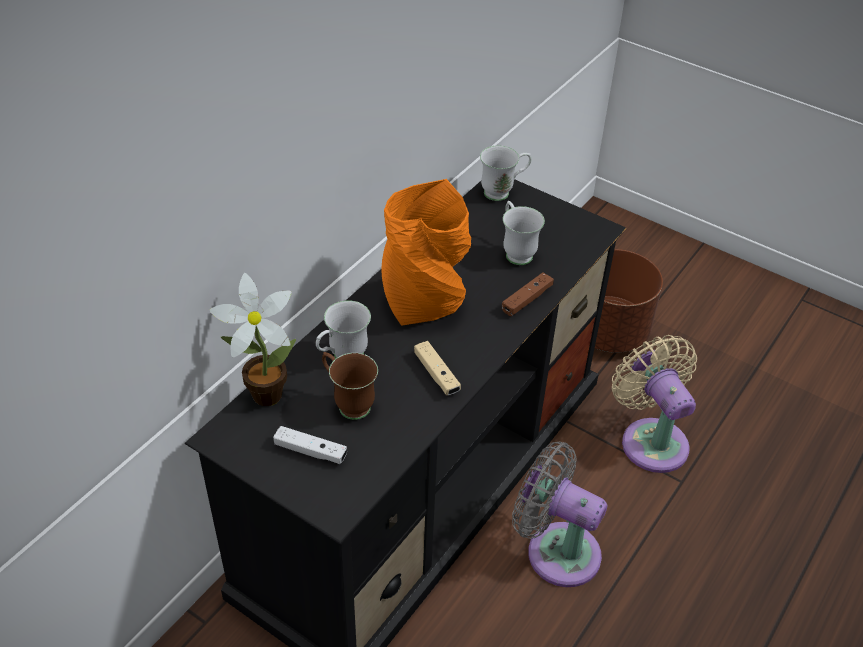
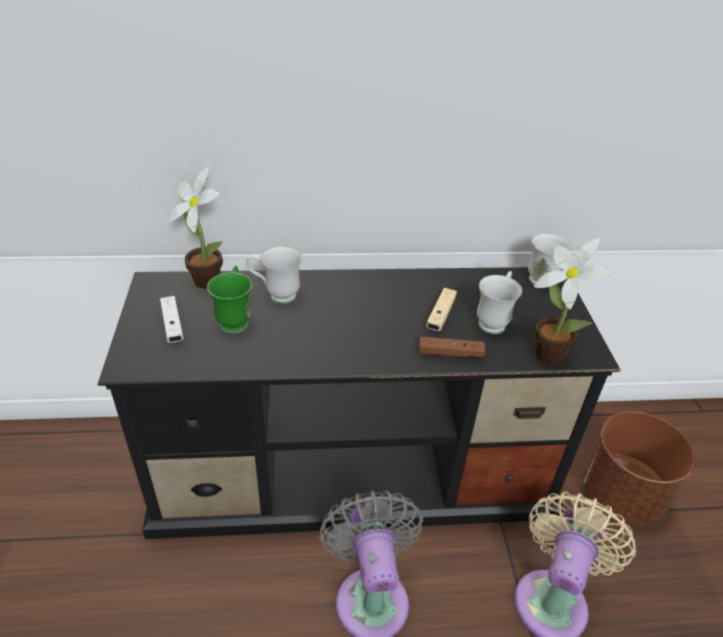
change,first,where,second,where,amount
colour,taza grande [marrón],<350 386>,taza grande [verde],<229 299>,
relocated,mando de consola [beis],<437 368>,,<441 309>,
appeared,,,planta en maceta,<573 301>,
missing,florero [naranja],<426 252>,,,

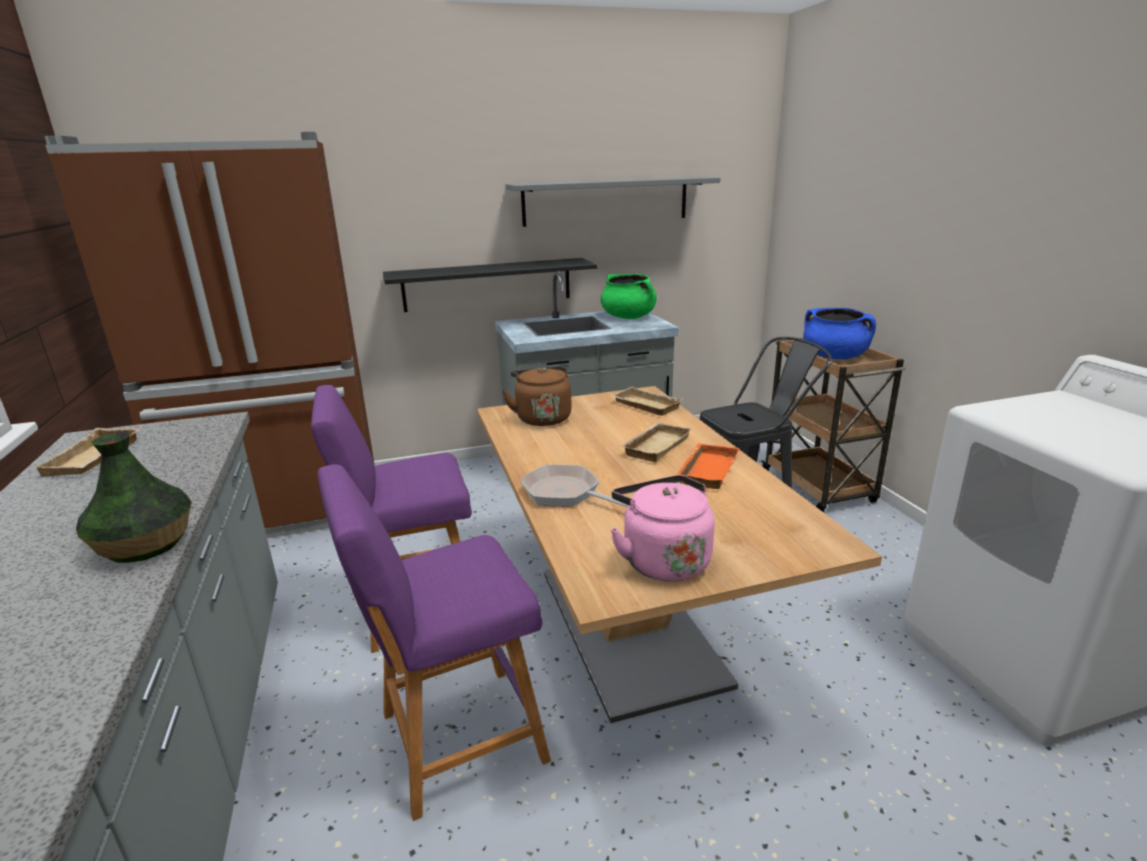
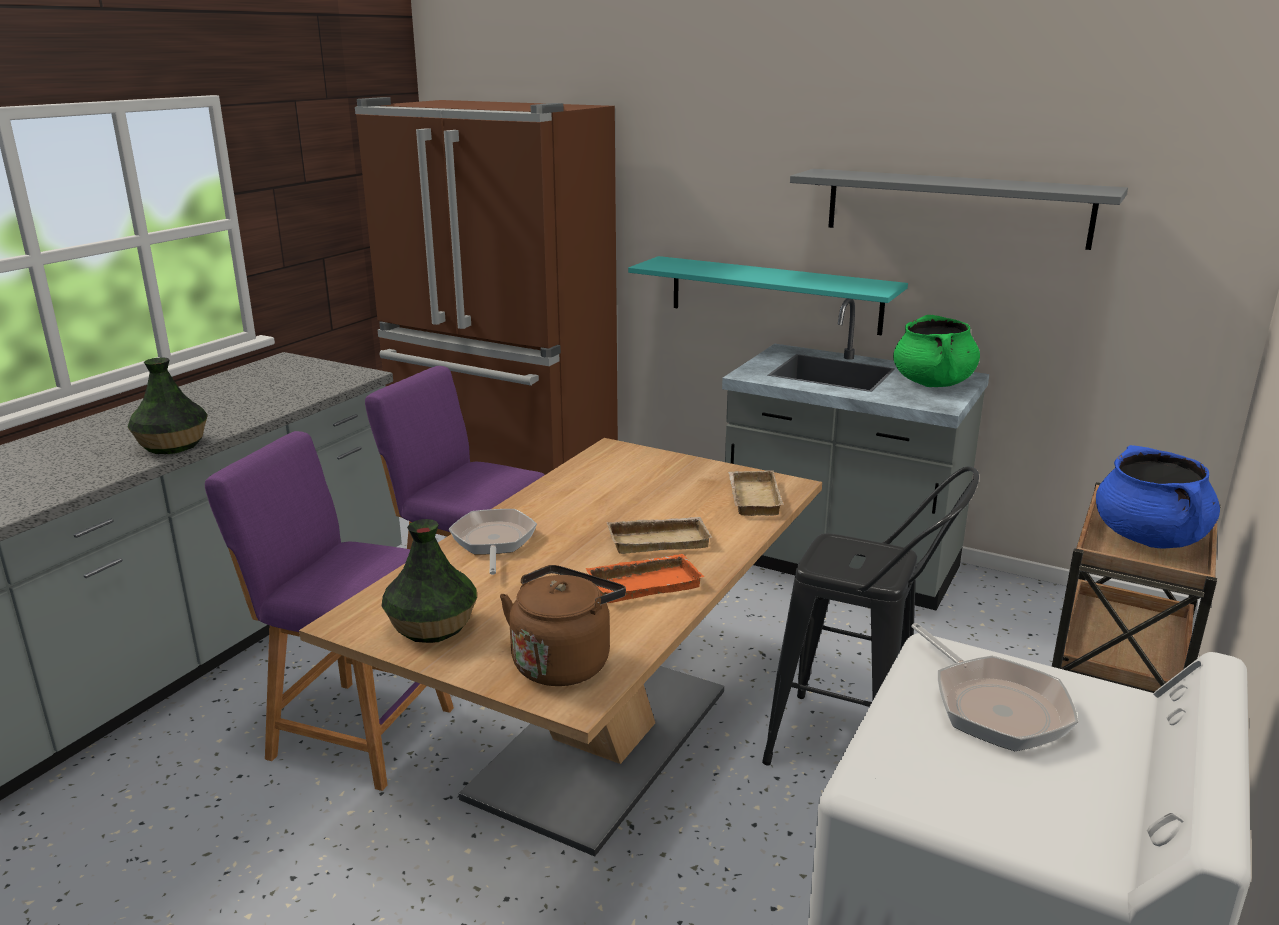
change,first,where,second,where,amount
exchanged,hervidor [rosa],<662 528>,florero,<429 581>,
relocated,hervidor [marrón],<537 396>,,<563 625>,
colour,estante [negro],<490 285>,estante [turquesa],<768 295>,
appeared,,,sartén,<995 687>,
missing,bandeja [beis],<86 452>,,,

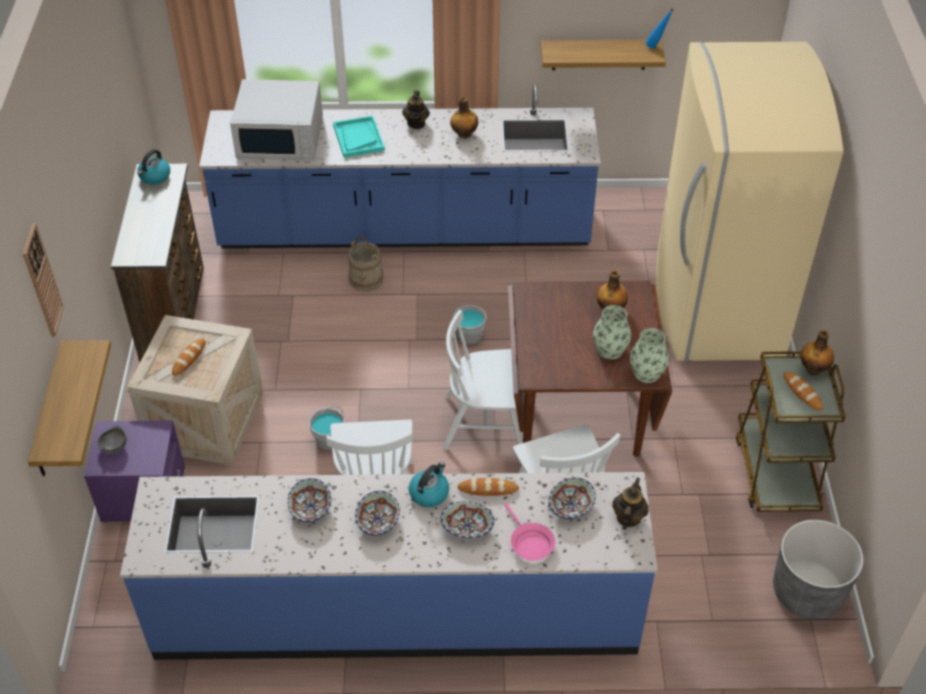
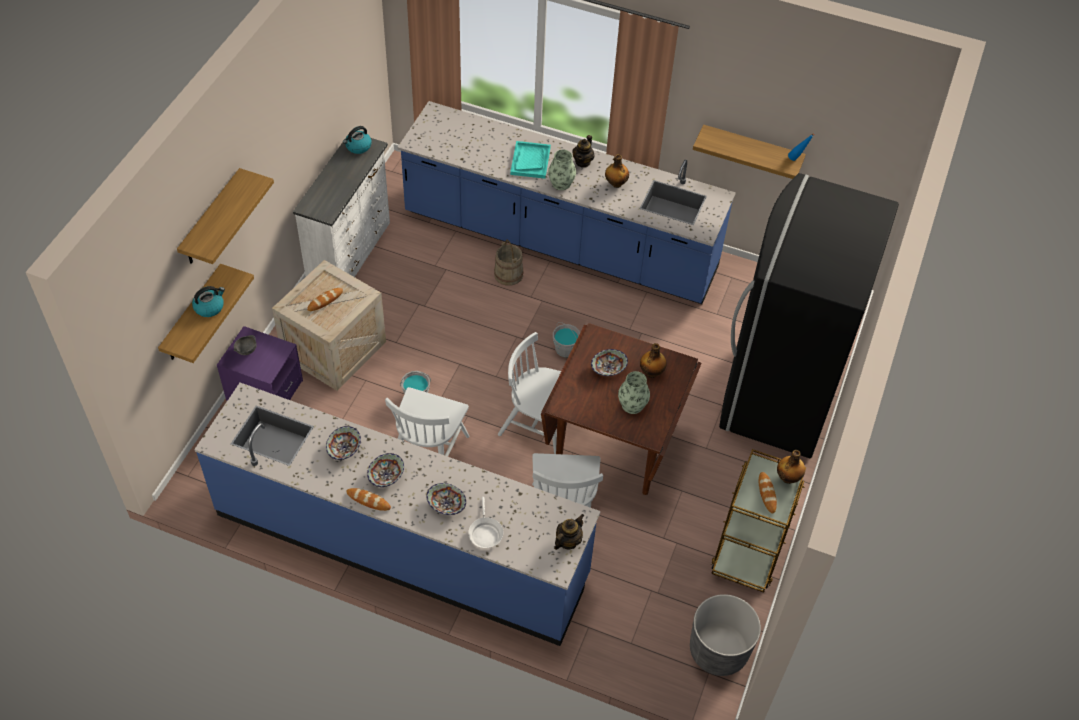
change,first,where,second,where,amount
exchanged,reloj de pared,<43 280>,estante,<225 216>,
relocated,hervidor,<429 484>,,<208 301>,
colour,cómoda [marrón],<157 263>,cómoda [blanco],<341 205>,
relocated,pan,<488 487>,,<368 499>,
colour,sartén [rosa],<529 532>,sartén [blanco],<485 522>,
relocated,florero,<649 355>,,<562 170>,
relocated,cuenco,<572 498>,,<609 362>,
colour,nevera [beis],<750 201>,nevera [negro],<809 315>,
missing,microondas [blanco],<276 119>,,,

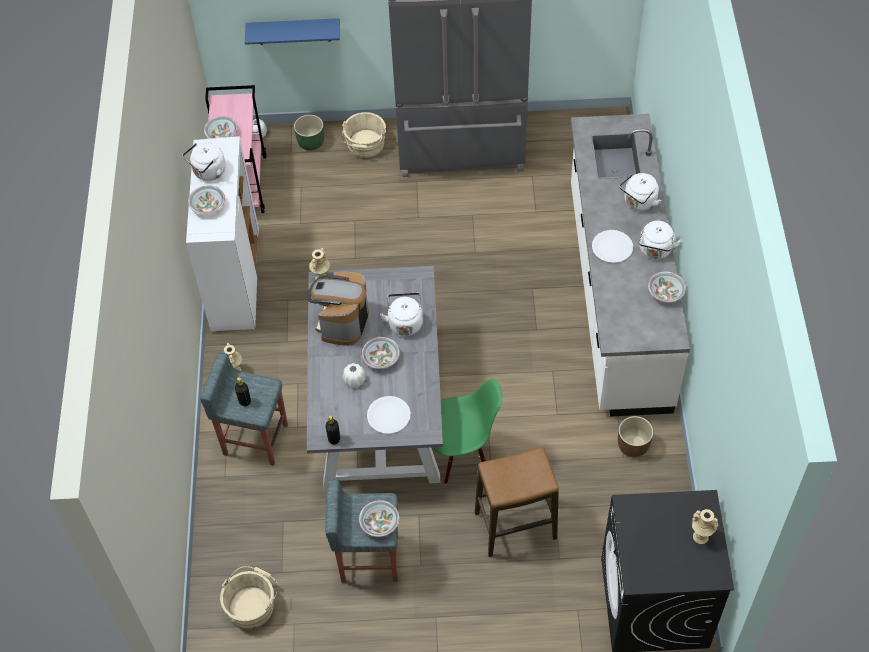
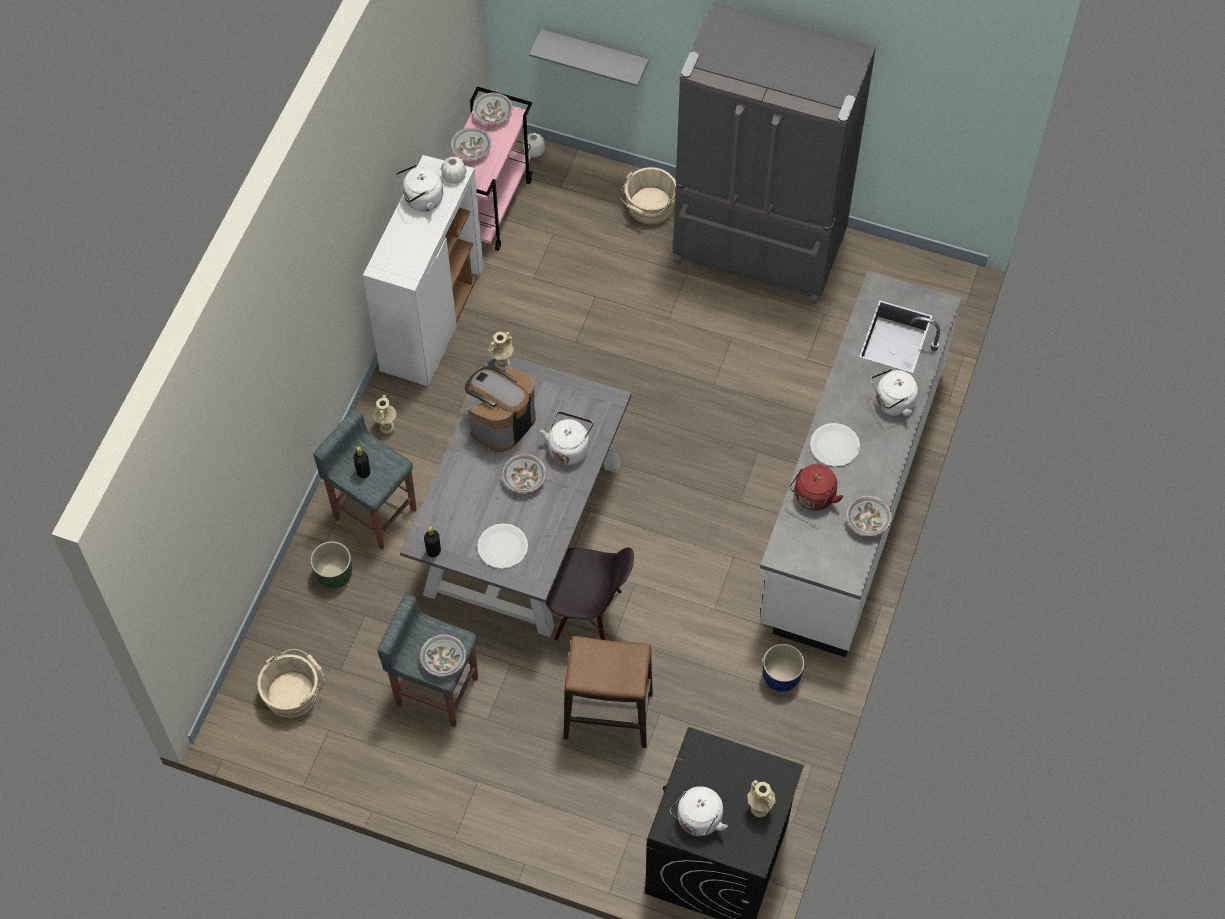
change,first,where,second,where,amount
relocated,maceta [verde],<309 133>,,<331 565>,
relocated,florero [blanco],<354 375>,,<454 170>,
relocated,cuenco,<206 199>,,<493 108>,
colour,estante [azul],<292 31>,estante [gris],<589 57>,
colour,silla [verde],<467 431>,silla [negro],<590 594>,
relocated,hervidor [blanco],<660 240>,,<699 811>,
colour,maceta [marrón],<635 436>,maceta [azul],<784 668>,
appeared,,,hervidor [rojo],<816 487>,

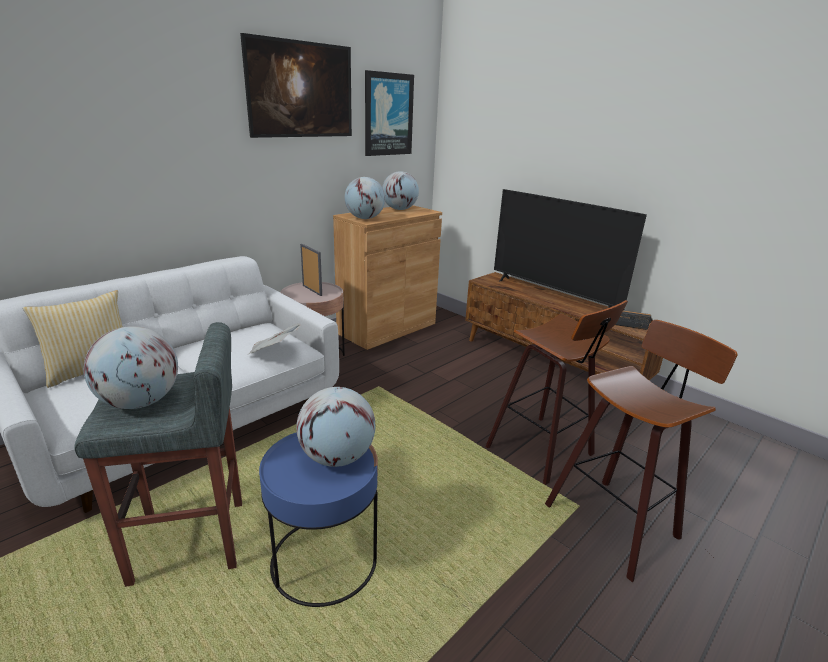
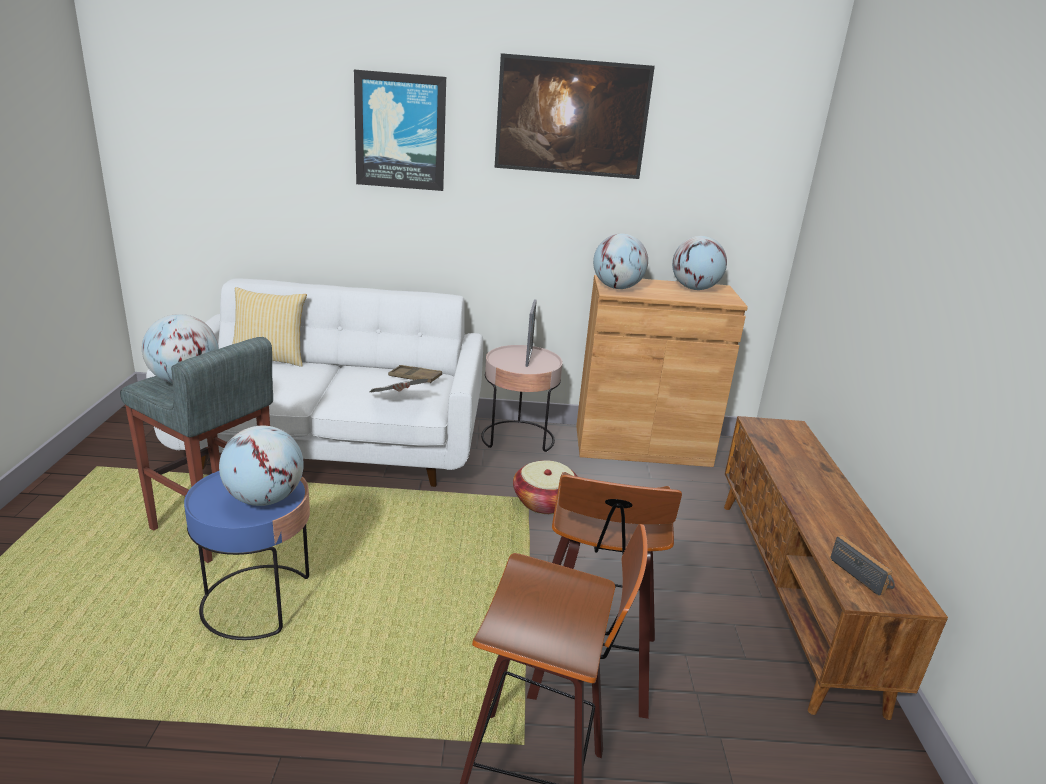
change,first,where,second,where,amount
relocated,cuadro,<389 113>,,<400 130>,
appeared,,,bandeja [marrón],<415 374>,
appeared,,,cesta,<545 487>,
missing,televisor,<570 249>,,,

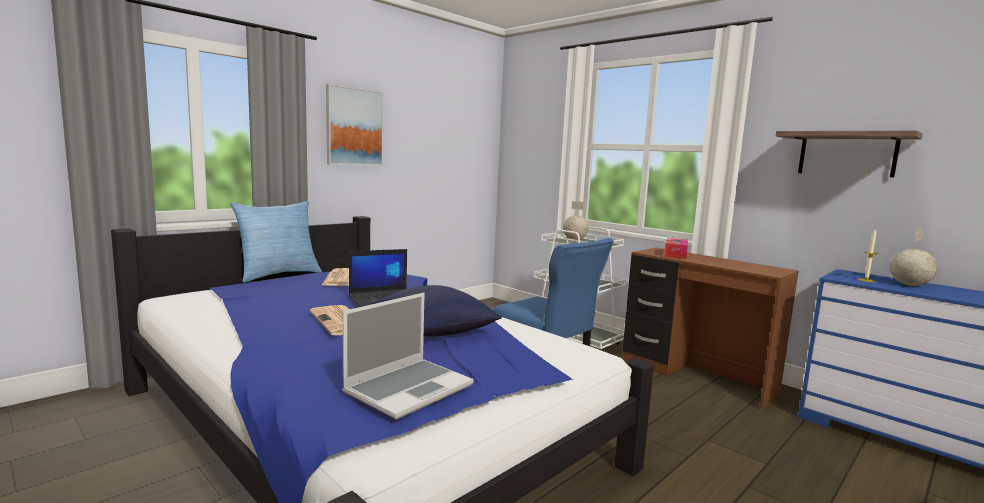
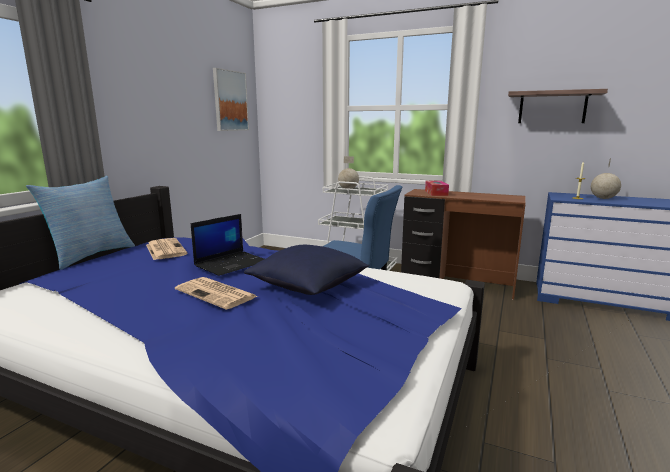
change,first,where,second,where,amount
relocated,cuadro,<355 125>,,<231 99>,
missing,portátil,<408 356>,,,

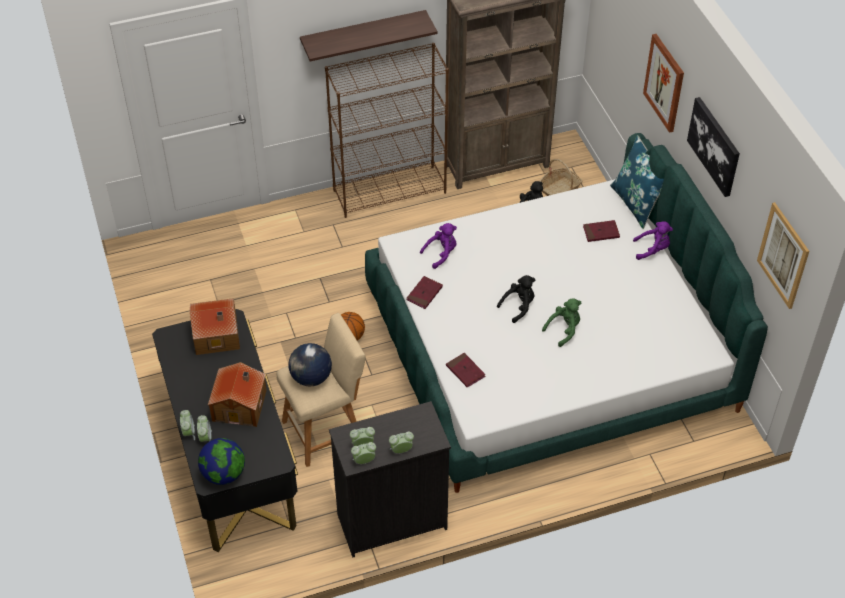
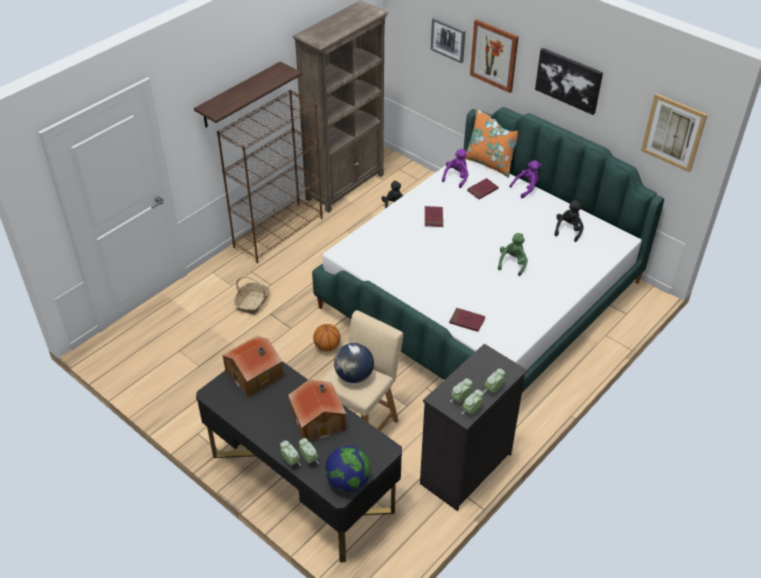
change,first,where,second,where,amount
relocated,cesta,<560 177>,,<251 295>,
relocated,libro [rojo],<425 292>,,<434 216>,
appeared,,,cuadro,<448 40>,
relocated,peluche [morado],<438 246>,,<455 168>,
colour,cojín [azul],<637 182>,cojín [naranja],<491 143>,
relocated,peluche [negro],<516 299>,,<569 221>,

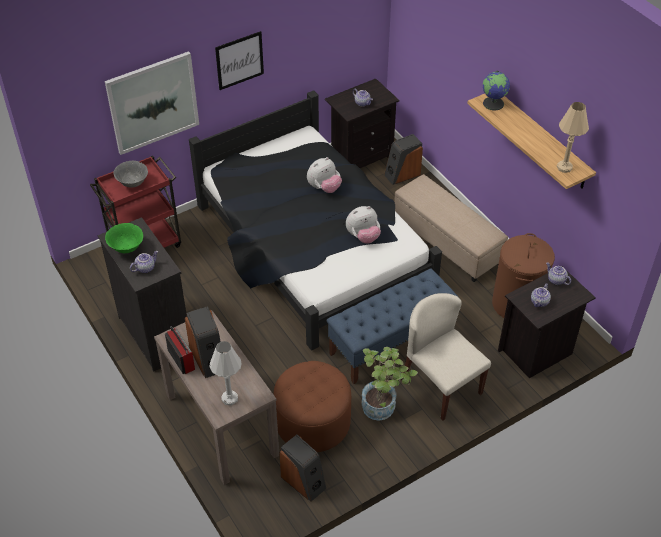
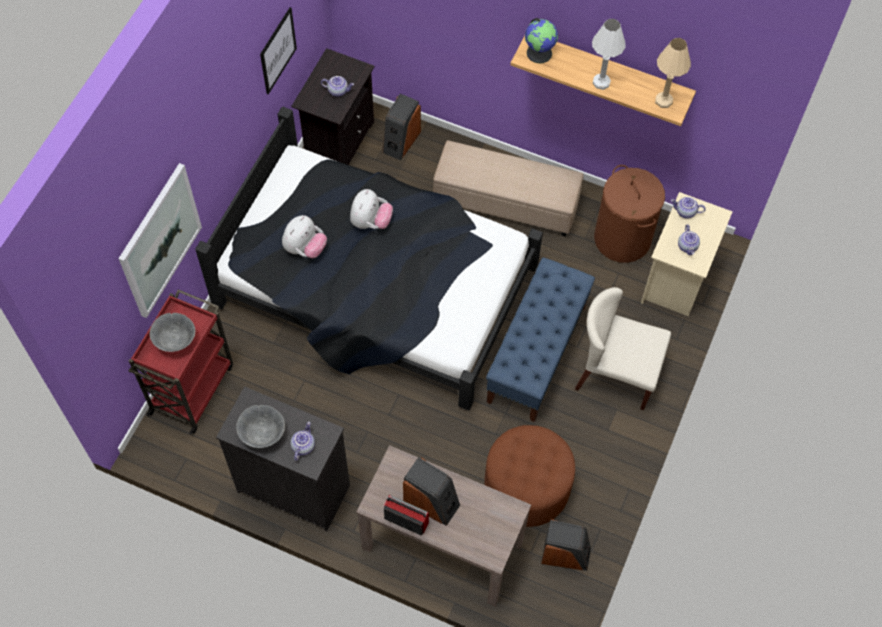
change,first,where,second,where,amount
colour,cuenco [verde],<124 238>,cuenco [gris],<260 426>,
relocated,cuadro,<239 60>,,<278 51>,
relocated,peluche,<363 225>,,<304 236>,
relocated,lámpara de mesa [blanco],<225 373>,,<609 54>,
colour,mesita de noche [negro],<547 322>,mesita de noche [beis],<687 254>,
missing,planta en maceta,<389 384>,,,

